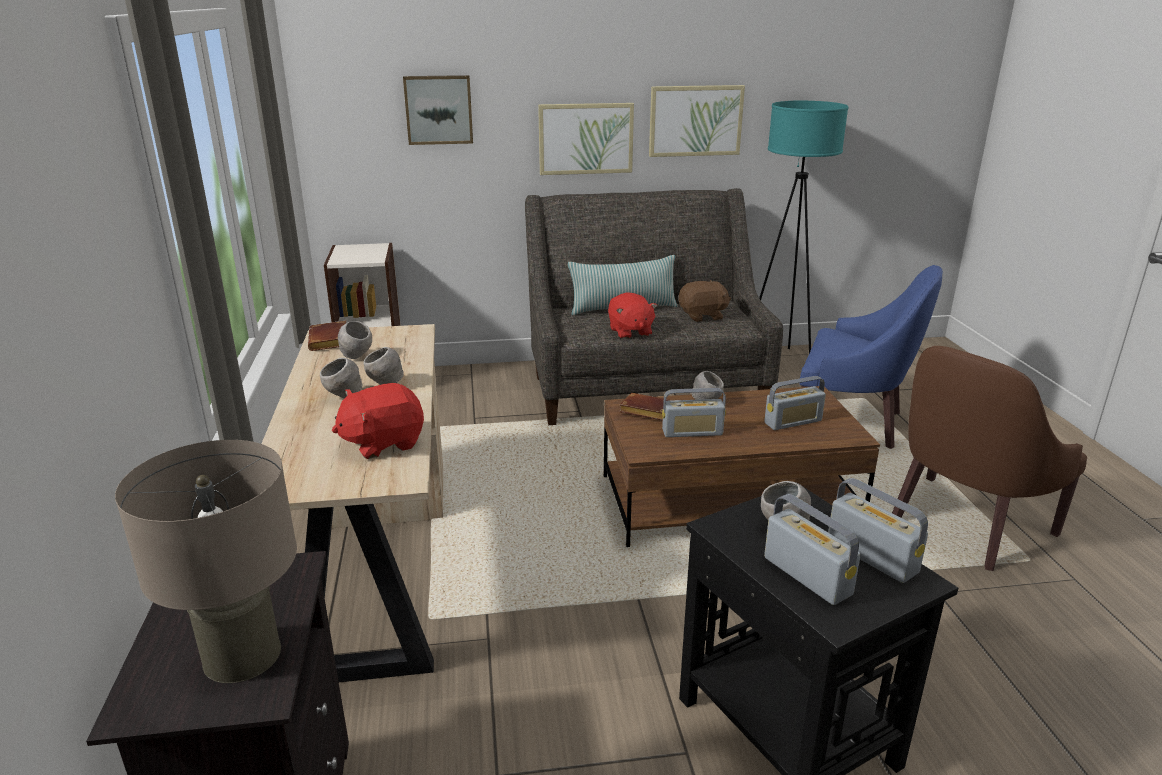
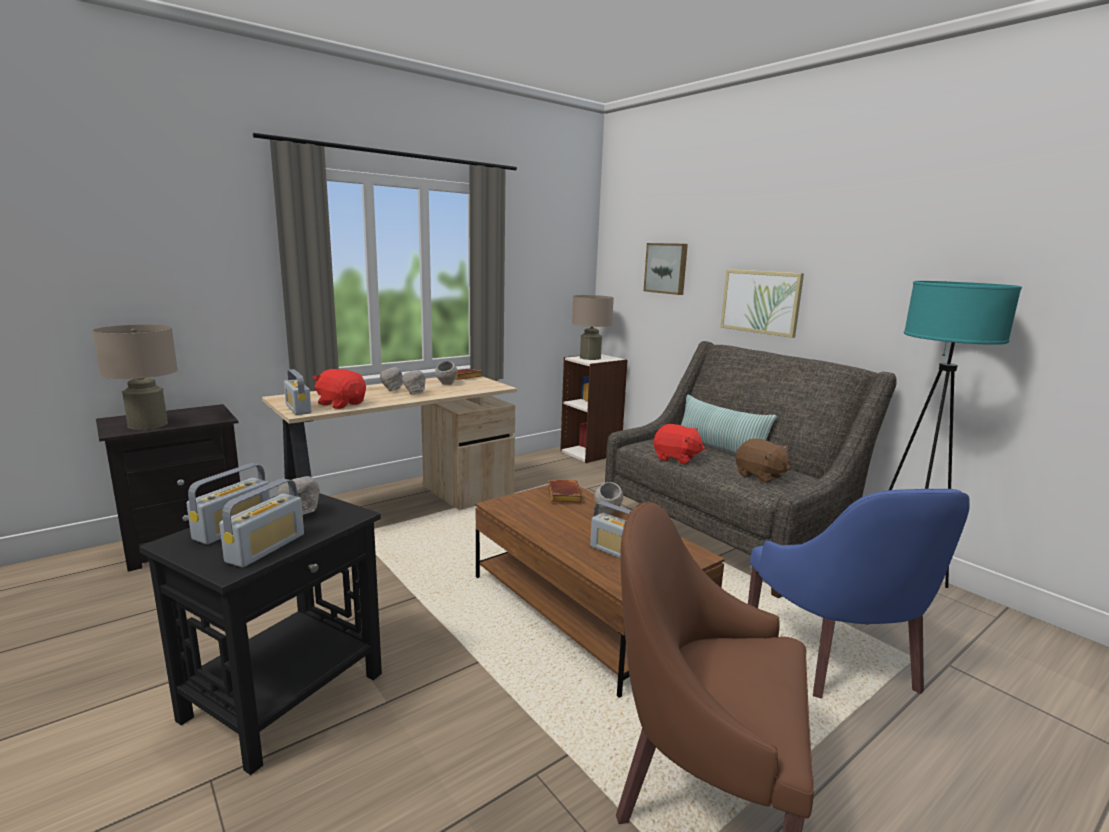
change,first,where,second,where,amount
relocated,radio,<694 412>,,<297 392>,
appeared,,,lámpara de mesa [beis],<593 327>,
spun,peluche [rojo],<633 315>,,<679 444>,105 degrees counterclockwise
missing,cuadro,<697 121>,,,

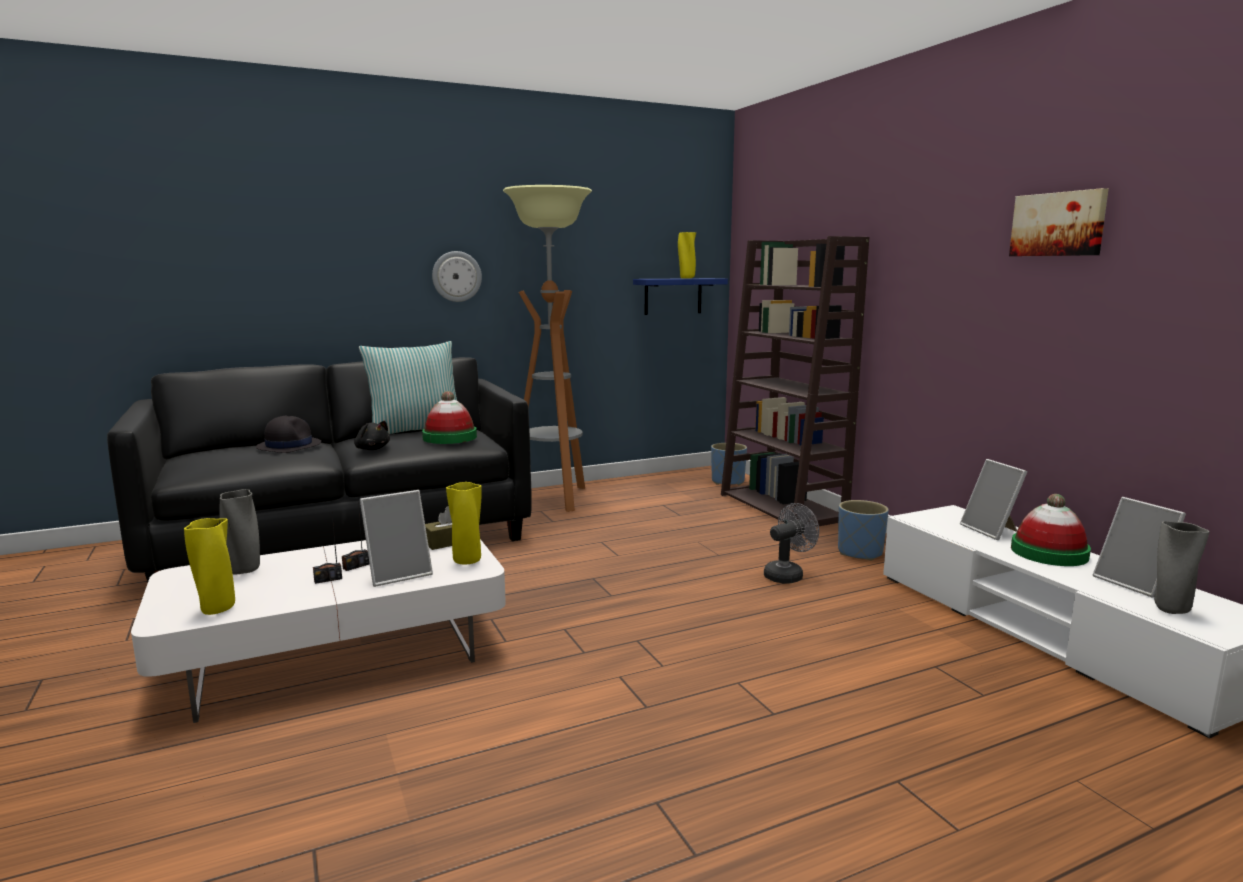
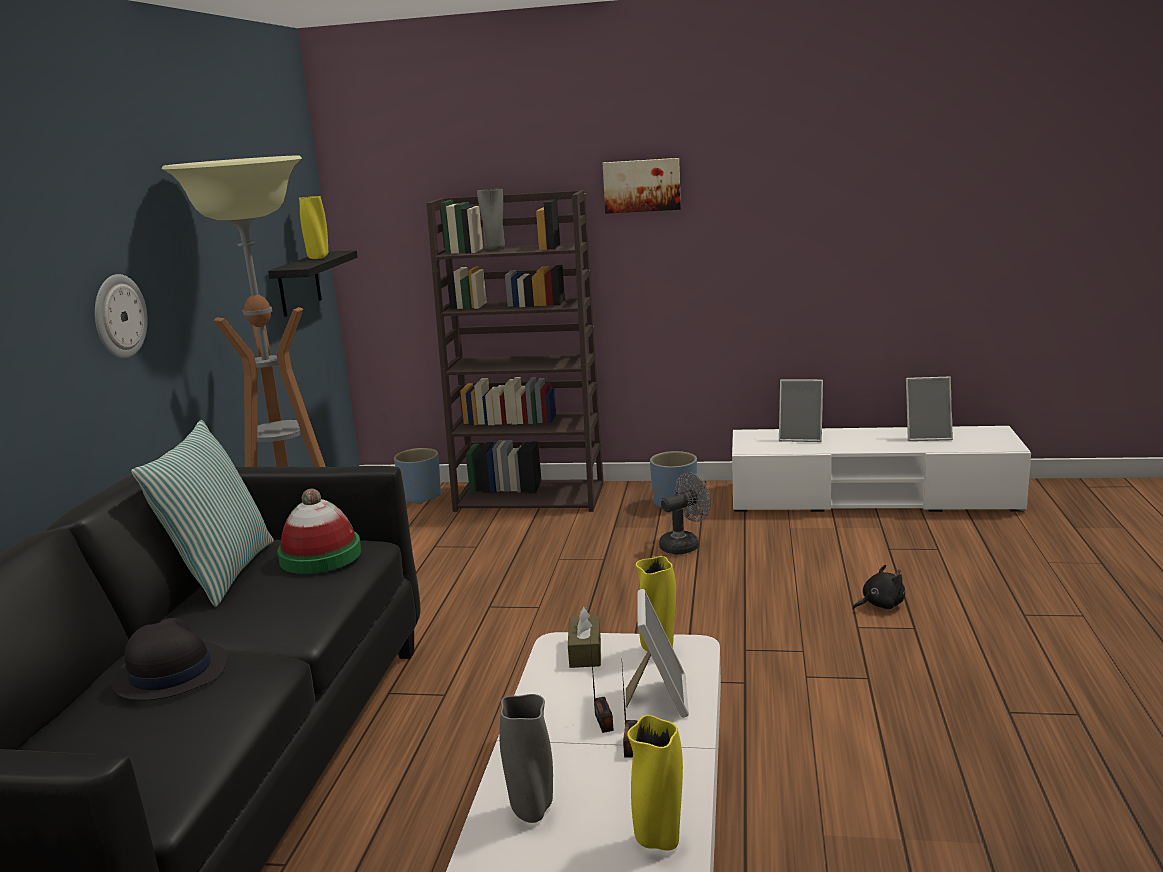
change,first,where,second,where,amount
colour,estante [azul],<680 296>,estante [negro],<313 283>,
relocated,florero [gris],<1182 567>,,<491 219>,
relocated,cuadro,<1059 222>,,<642 186>,
spun,ventilador [gris],<791 543>,,<685 513>,60 degrees clockwise
relocated,peluche [negro],<372 435>,,<878 587>,
missing,sombrero,<1051 530>,,,

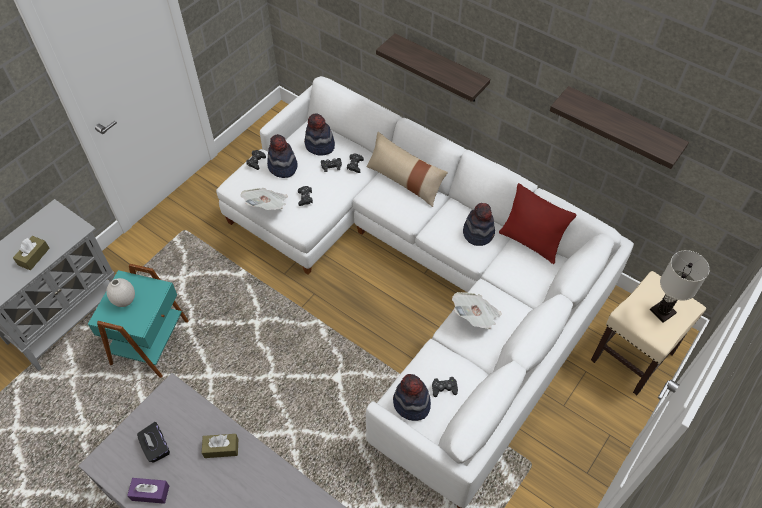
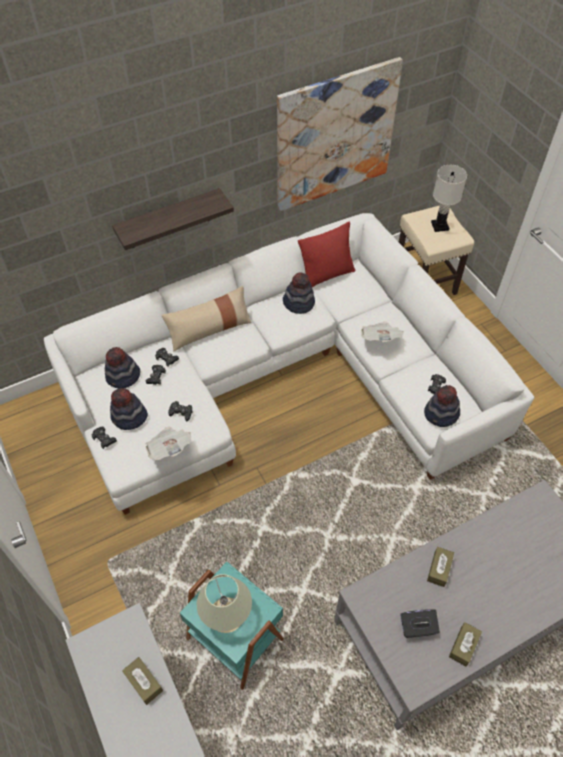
change,first,where,second,where,amount
exchanged,florero [blanco],<120 292>,lámpara de mesa [beis],<224 603>,
exchanged,estante,<619 127>,cuadro,<340 134>,
colour,caja de pañuelos [morado],<148 491>,caja de pañuelos [marrón],<465 644>,

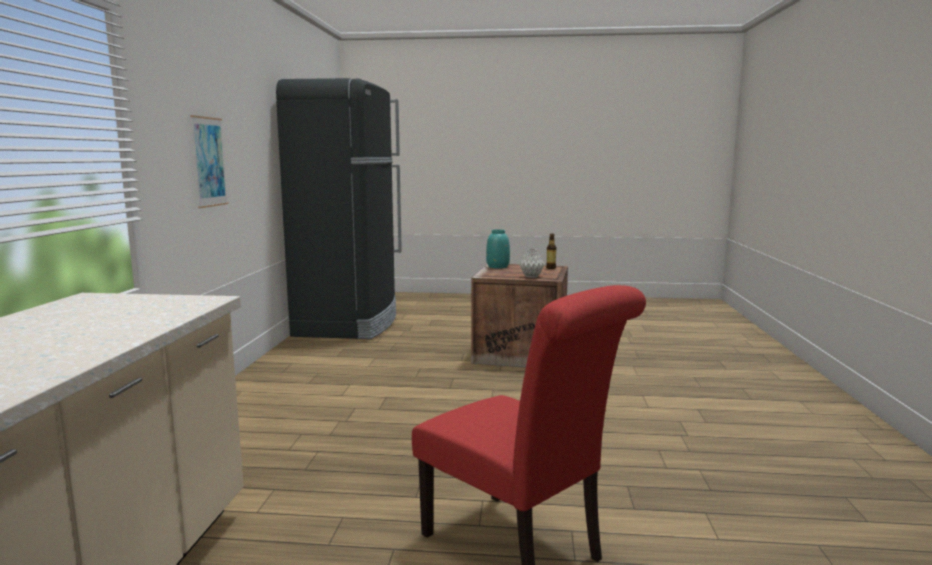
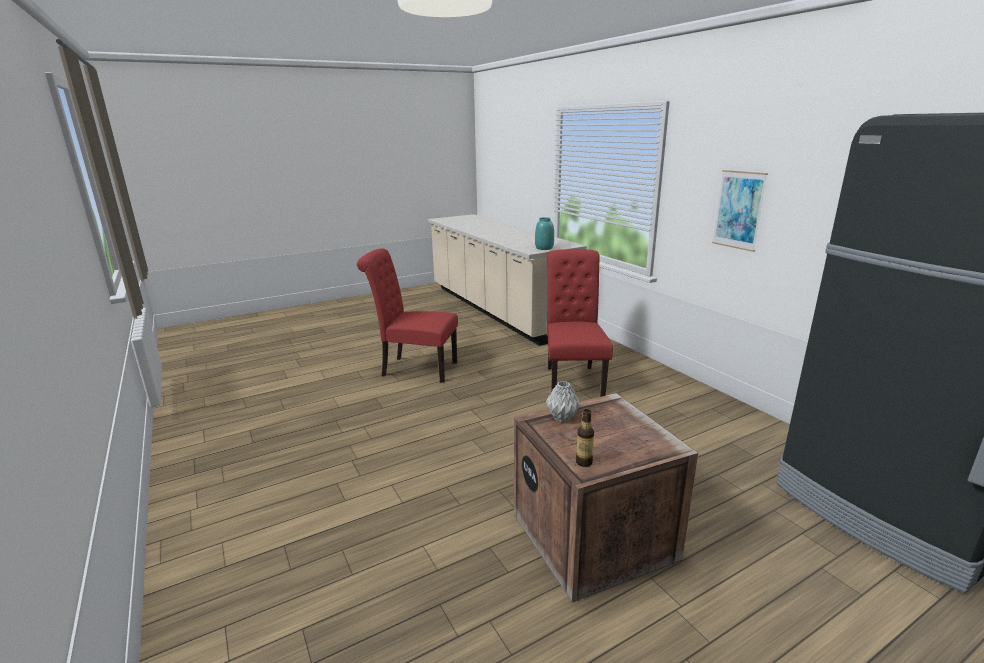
change,first,where,second,where,amount
relocated,florero [turquesa],<498 249>,,<544 233>,
appeared,,,silla [rojo],<579 323>,

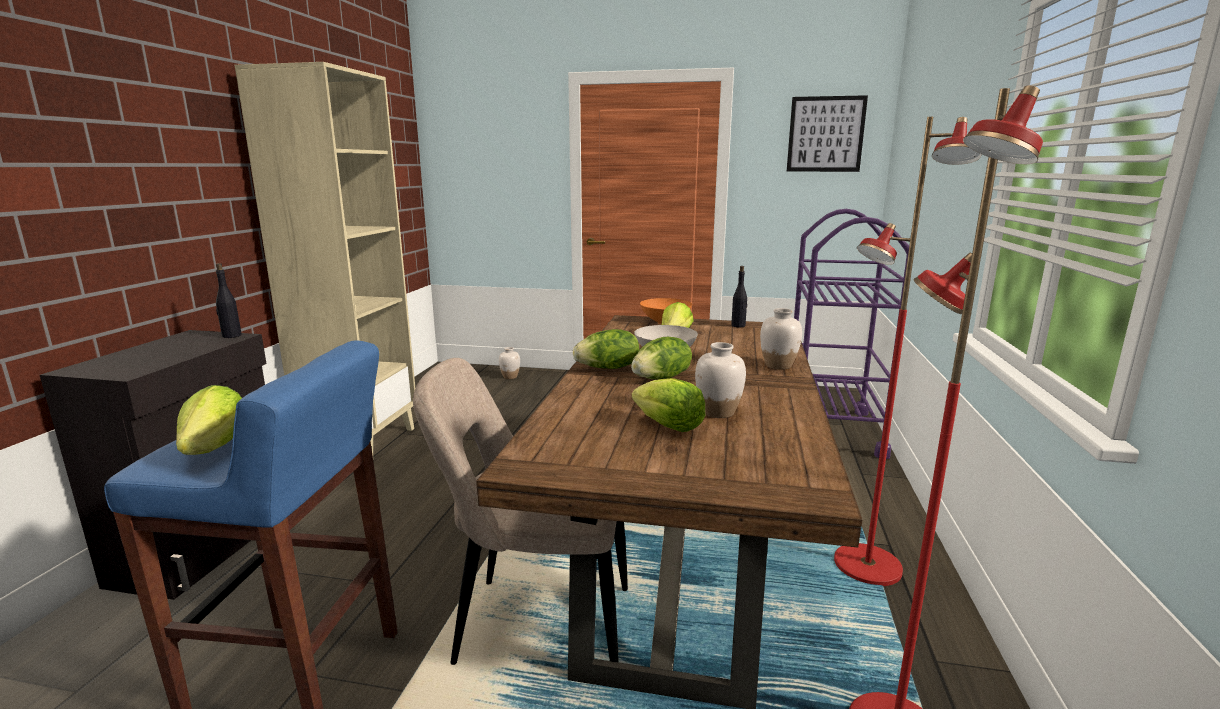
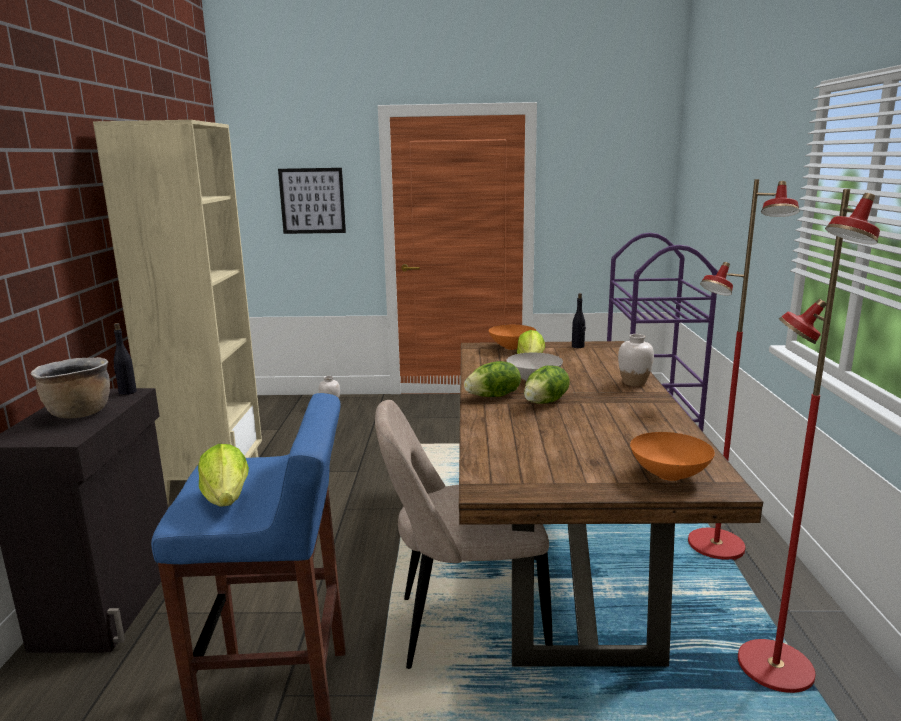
change,first,where,second,where,amount
appeared,,,olla [marrón],<70 388>,
relocated,cuadro,<827 133>,,<312 201>,
appeared,,,cuenco [naranja],<672 456>,
missing,lechuga,<668 405>,,,
missing,florero [blanco],<720 380>,,,

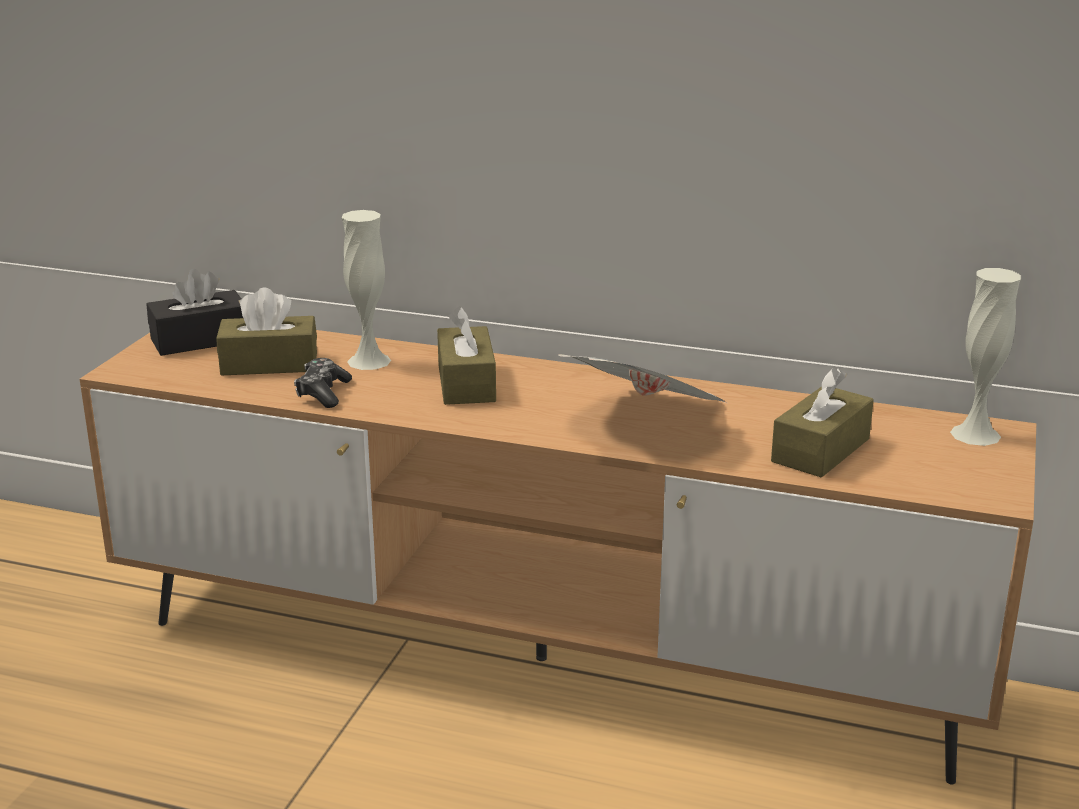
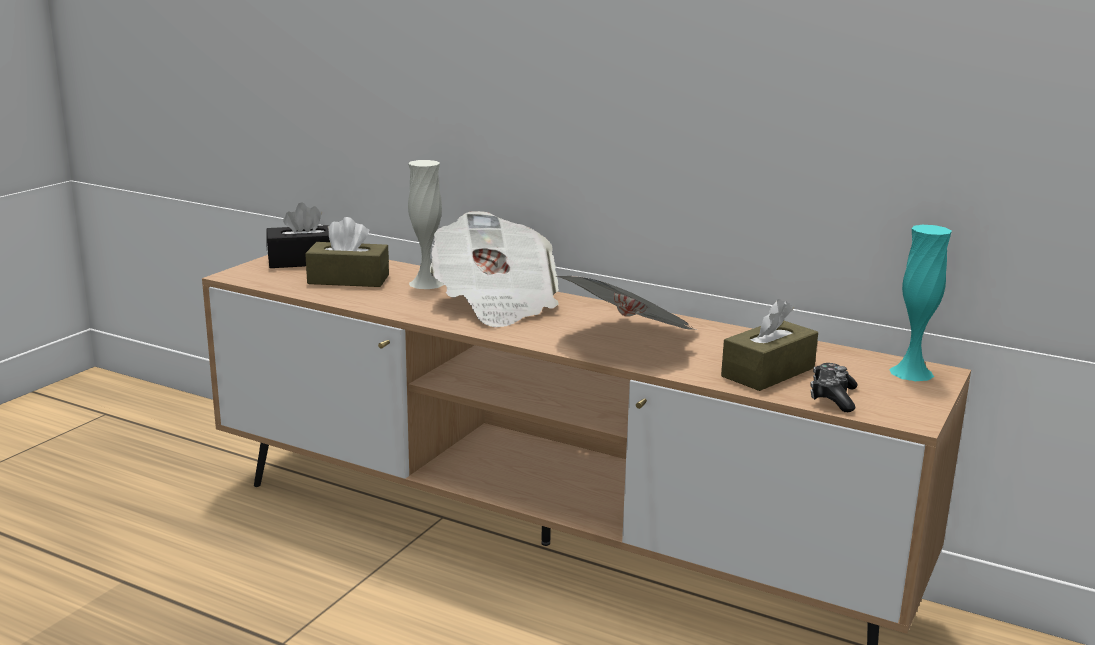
change,first,where,second,where,amount
exchanged,caja de pañuelos [marrón],<466 355>,periódico,<494 269>,
relocated,mando de consola,<323 383>,,<834 387>,
colour,florero [blanco],<985 357>,florero [turquesa],<920 303>,

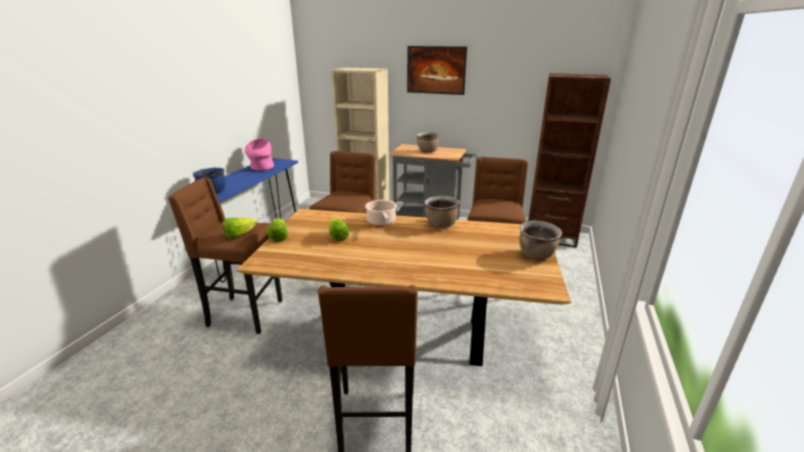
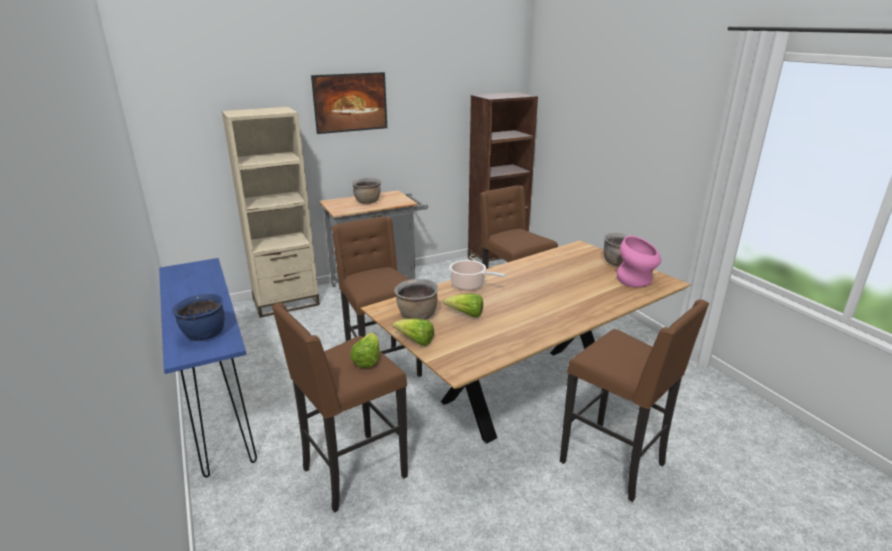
change,first,where,second,where,amount
relocated,olla [marrón],<442 212>,,<416 299>,
relocated,florero [rosa],<259 154>,,<639 261>,

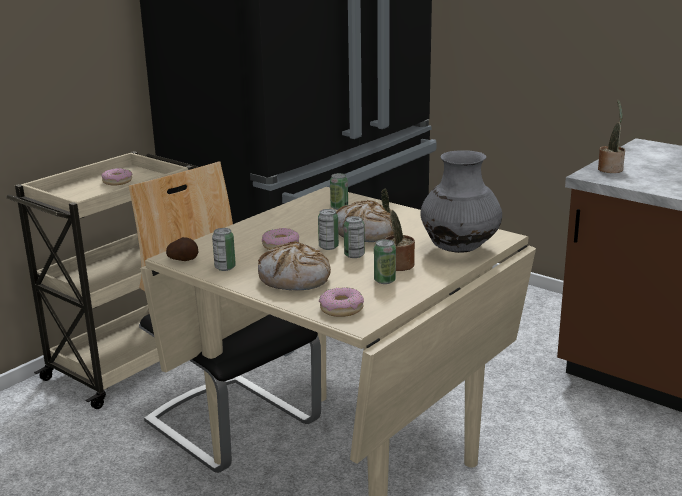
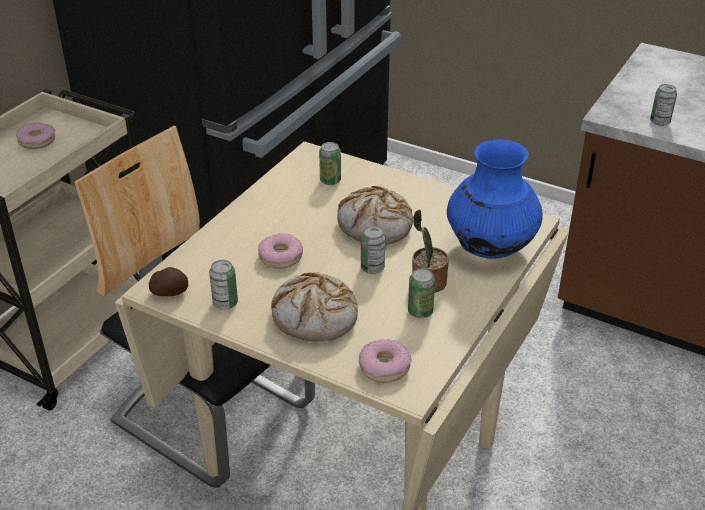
change,first,where,second,where,amount
colour,florero [gris],<461 201>,florero [azul],<495 199>,
relocated,lata,<328 229>,,<663 105>,
missing,planta en maceta,<611 136>,,,

